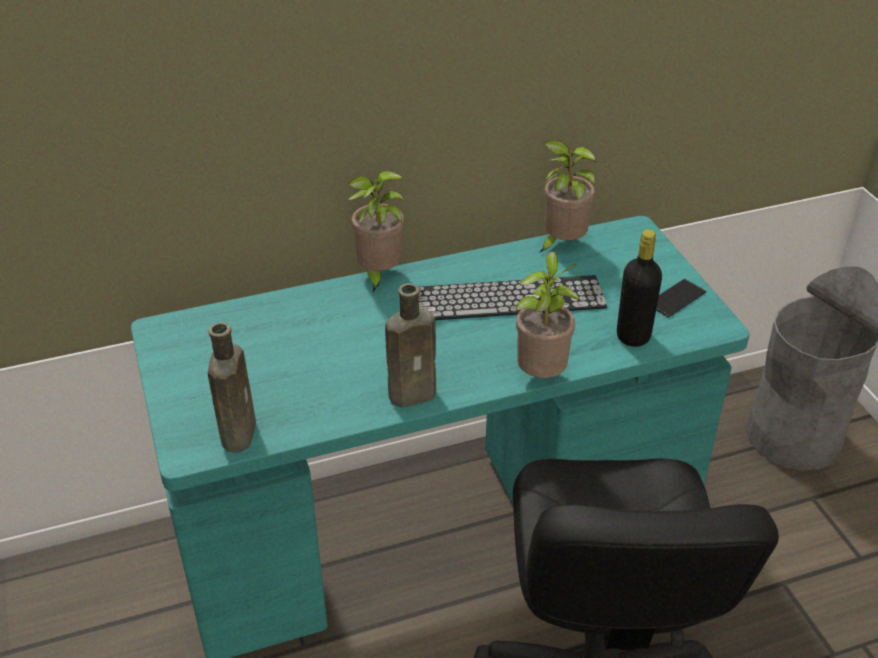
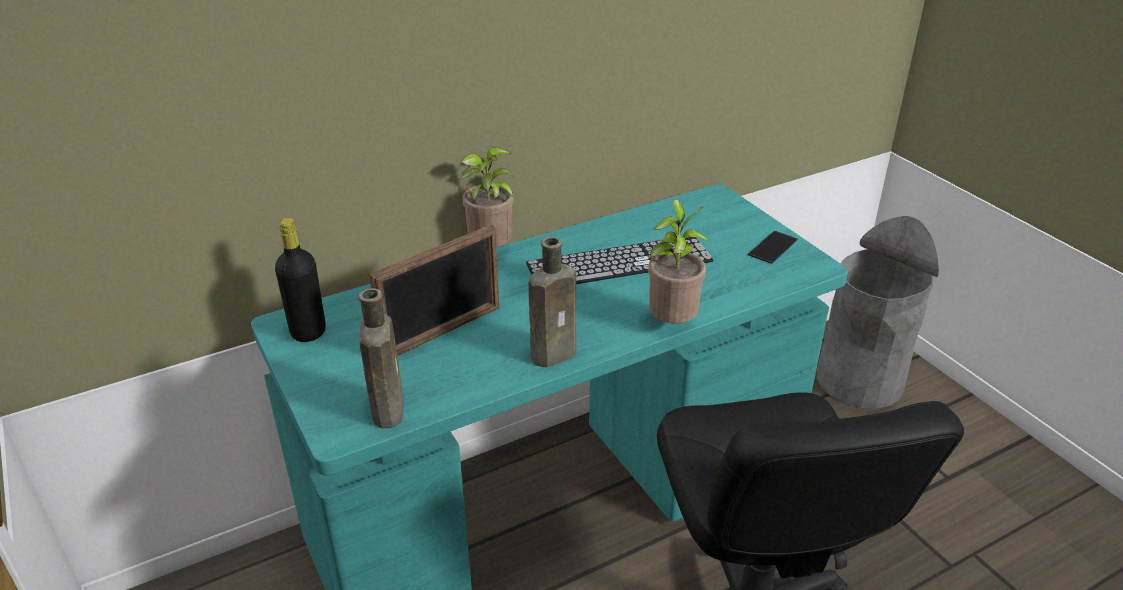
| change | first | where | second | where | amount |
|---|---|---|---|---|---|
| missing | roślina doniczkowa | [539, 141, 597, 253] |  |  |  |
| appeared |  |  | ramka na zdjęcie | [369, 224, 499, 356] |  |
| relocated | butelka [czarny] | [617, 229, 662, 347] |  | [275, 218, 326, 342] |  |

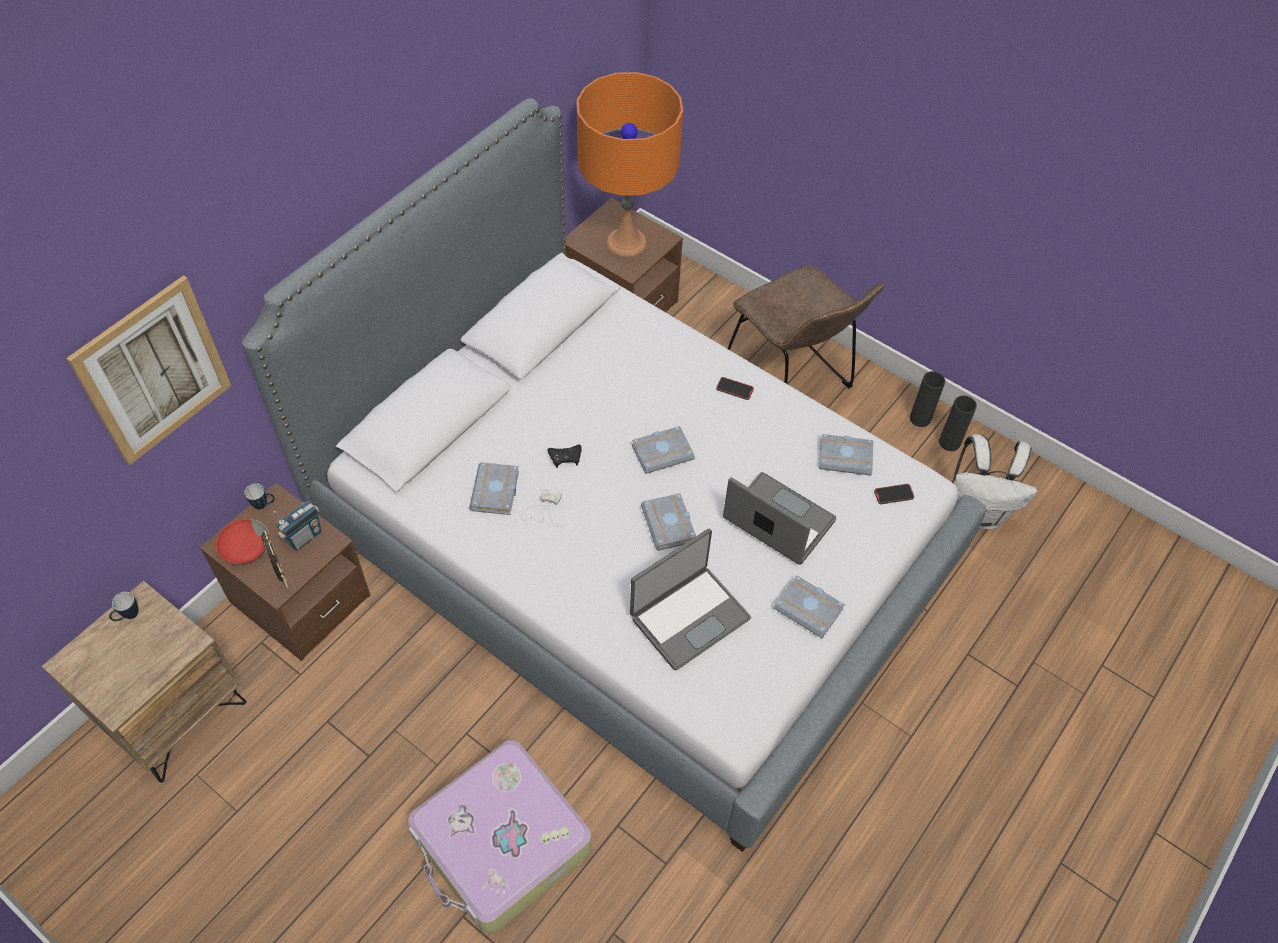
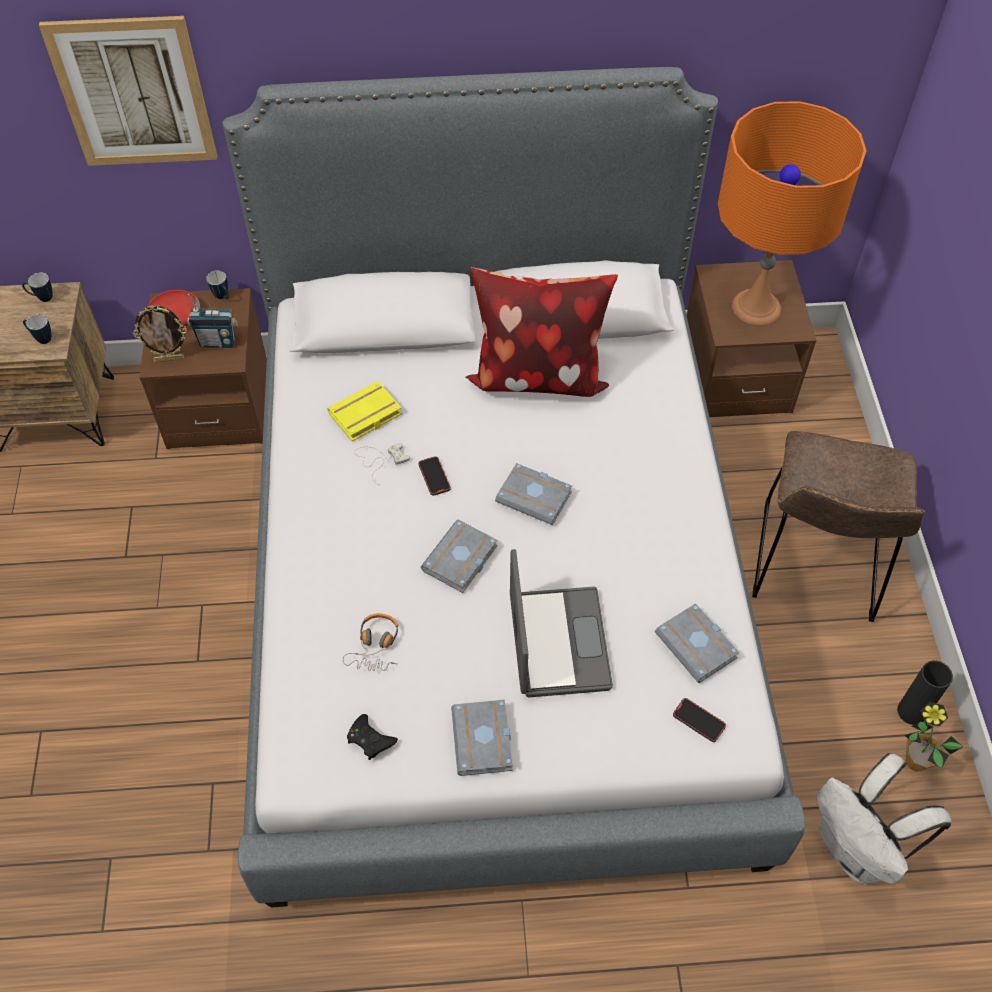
| change | first | where | second | where | amount |
|---|---|---|---|---|---|
| missing | walizka | [408, 740, 592, 934] |  |  |  |
| appeared |  |  | kubek | [23, 314, 51, 344] |  |
| appeared |  |  | poduszka | [466, 267, 618, 397] |  |
| relocated | pad do gier [czarny] | [547, 445, 582, 468] |  | [347, 714, 398, 760] |  |
| relocated | telefon | [716, 377, 754, 400] |  | [418, 456, 451, 496] |  |
| exchanged | laptop | [630, 528, 751, 670] | słuchawki | [343, 613, 398, 671] |  |
| exchanged | wazon [czarny] | [939, 395, 977, 451] | roślina doniczkowa | [905, 702, 963, 772] |  |
| colour | książka [szary] | [469, 462, 519, 515] | książka [żółty] | [327, 381, 402, 442] |  |
| spun | ramka na zdjęcie | [261, 531, 289, 589] |  | [133, 305, 187, 362] | 60 degrees clockwise |

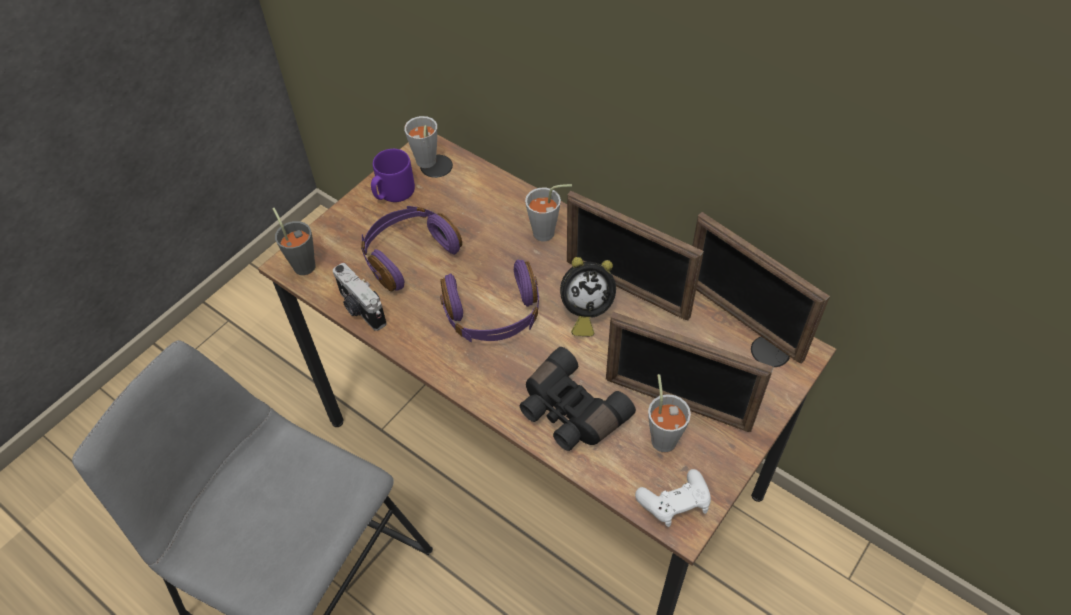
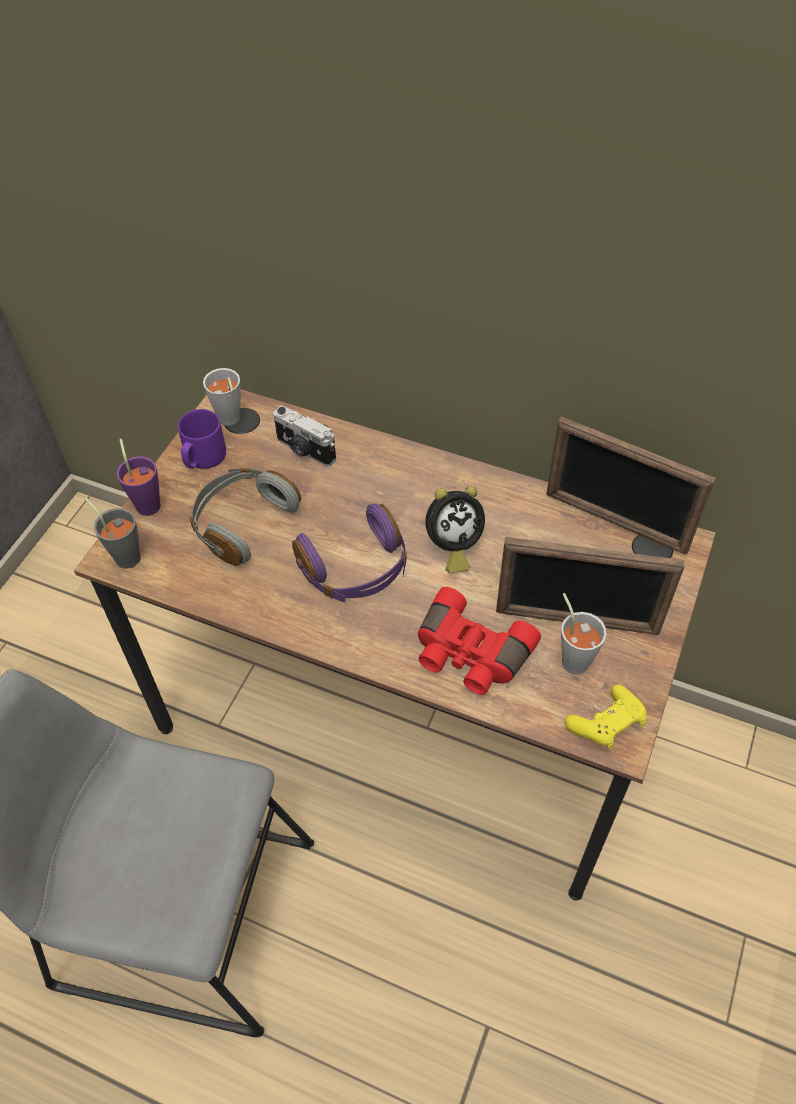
| change | first | where | second | where | amount |
|---|---|---|---|---|---|
| missing | filiżanka [szary] | [525, 184, 572, 241] |  |  |  |
| missing | ramka na zdjęcie | [567, 191, 704, 321] |  |  |  |
| appeared |  |  | filiżanka [fioletowy] | [116, 439, 161, 516] |  |
| relocated | aparat fotograficzny | [333, 263, 387, 331] |  | [273, 406, 336, 467] |  |
| colour | słuchawki [fioletowy] | [361, 206, 462, 291] | słuchawki [szary] | [187, 468, 301, 566] |  |
| colour | lornetka [czarny] | [520, 347, 636, 451] | lornetka [czerwony] | [418, 587, 541, 695] |  |
| colour | pad do gier [biały] | [635, 469, 711, 527] | pad do gier [żółty] | [565, 684, 647, 749] |  |

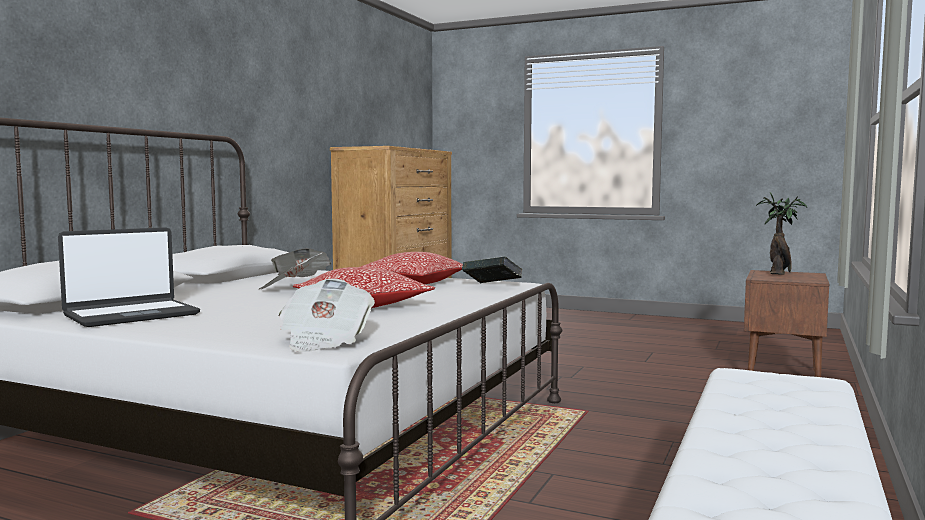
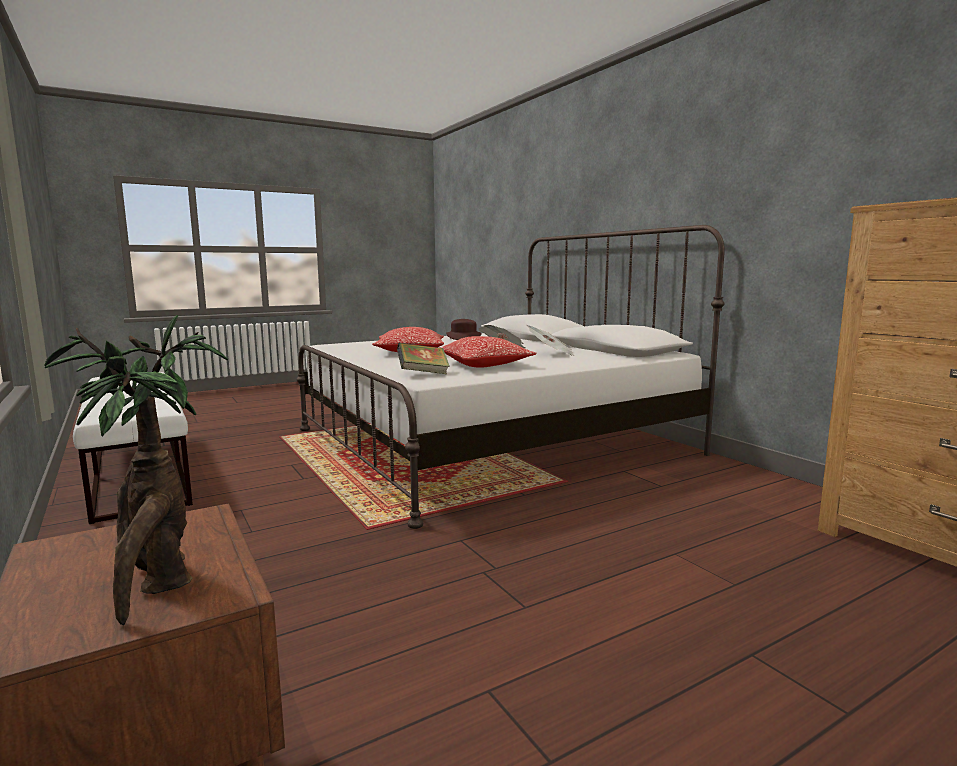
| change | first | where | second | where | amount |
|---|---|---|---|---|---|
| missing | gazeta | [279, 279, 375, 352] |  |  |  |
| exchanged | laptop | [58, 227, 200, 327] | kapelusz [brązowy] | [446, 319, 481, 340] |  |

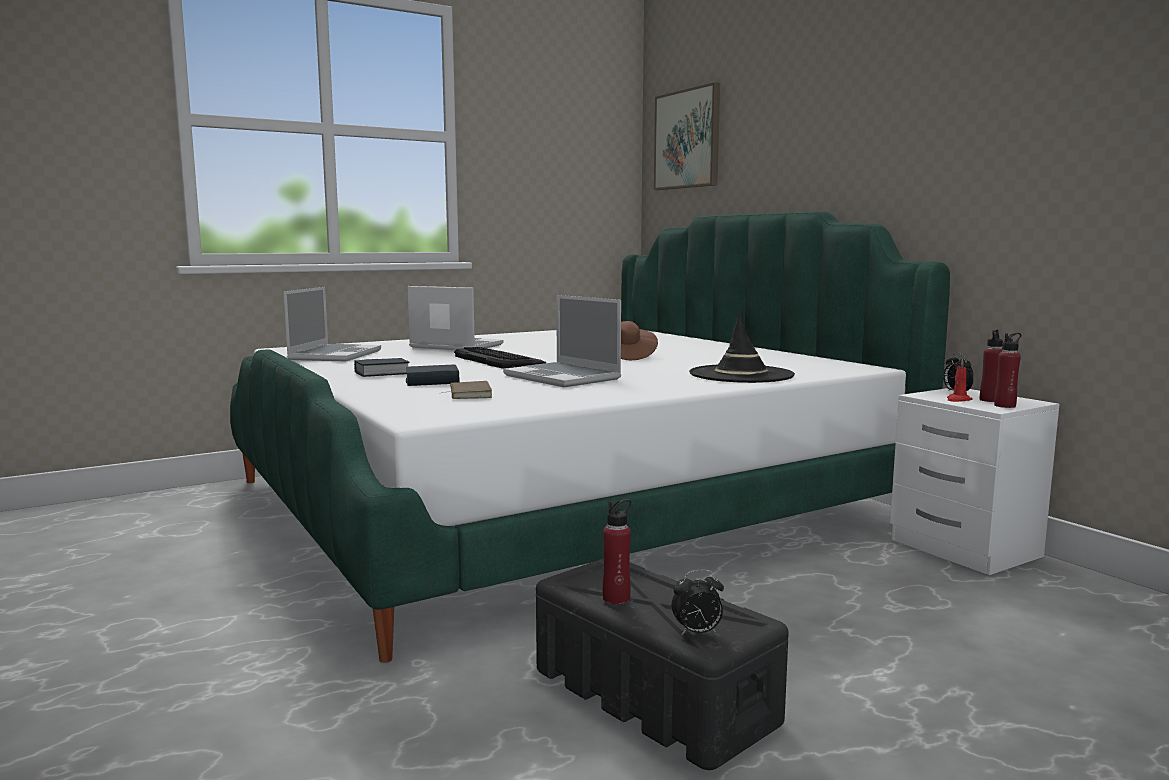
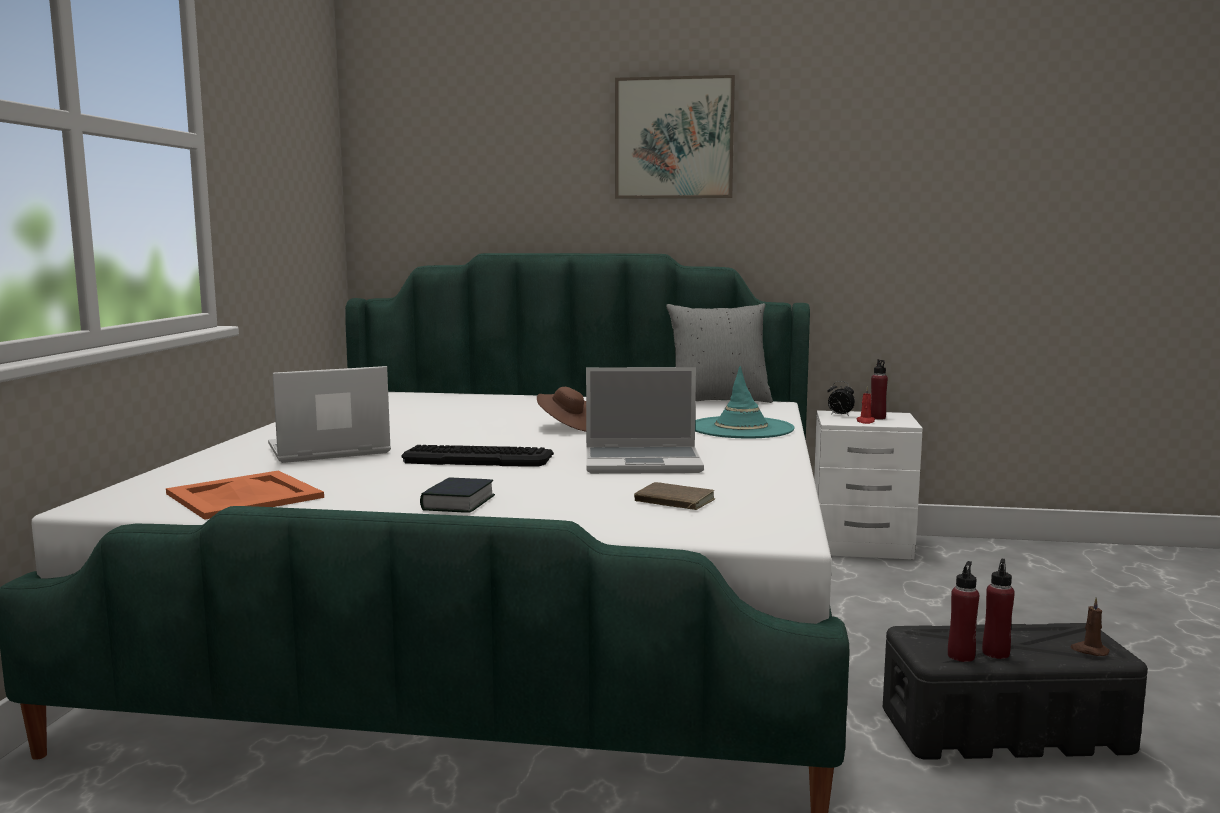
| change | first | where | second | where | amount |
|---|---|---|---|---|---|
| missing | książka | [406, 364, 459, 386] |  |  |  |
| appeared |  |  | poduszka [szary] | [666, 303, 773, 403] |  |
| relocated | obraz | [654, 82, 720, 190] |  | [615, 75, 735, 199] |  |
| relocated | butelka [czerwony] | [994, 333, 1022, 408] |  | [948, 561, 979, 662] |  |
| exchanged | laptop | [283, 287, 381, 361] | taca [pomarańczowy] | [166, 471, 324, 520] |  |
| exchanged | budzik | [672, 569, 724, 635] | świeca [brązowy] | [1070, 598, 1110, 656] |  |
| colour | kapelusz [czarny] | [689, 312, 795, 383] | kapelusz [turkusowy] | [695, 366, 795, 439] |  |

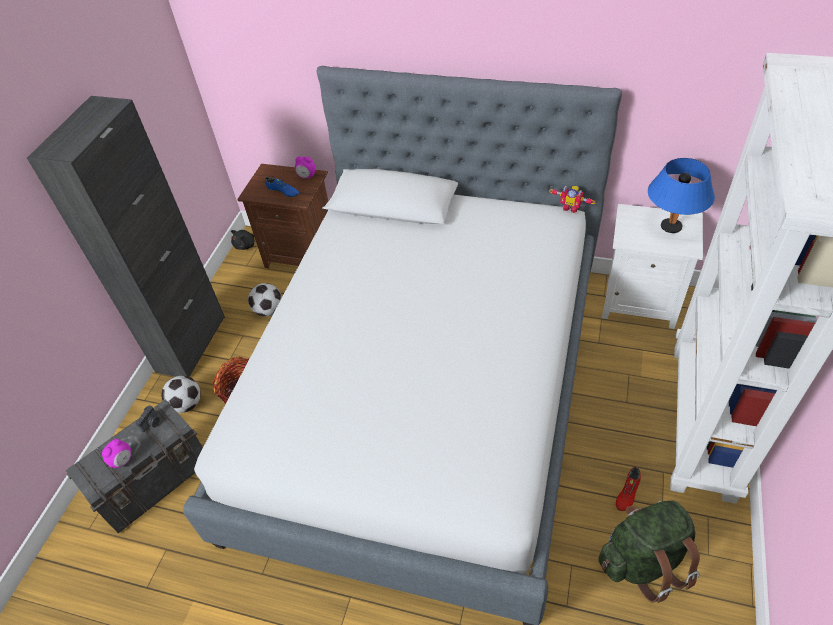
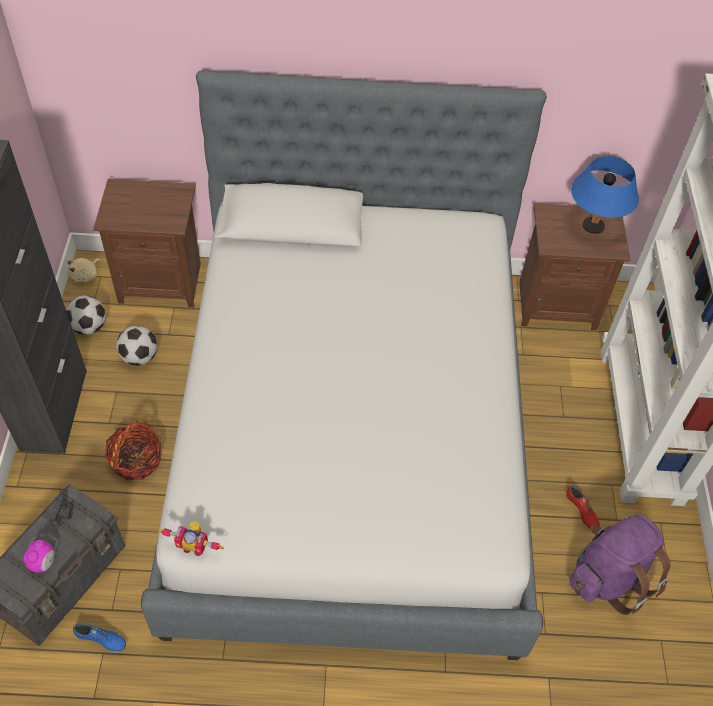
| change | first | where | second | where | amount |
|---|---|---|---|---|---|
| missing | budzik | [295, 157, 316, 178] |  |  |  |
| relocated | piłka futbolowa | [161, 376, 201, 413] |  | [66, 296, 106, 335] |  |
| relocated | but [niebieski] | [265, 177, 299, 198] |  | [73, 623, 126, 651] |  |
| relocated | robot zabawkowy | [549, 186, 595, 213] |  | [158, 521, 224, 556] |  |
| colour | pluszak [czarny] | [231, 230, 256, 250] | pluszak [beżowy] | [67, 258, 100, 283] |  |
| colour | plecak [zielony] | [599, 501, 700, 603] | plecak [fioletowy] | [569, 514, 671, 615] |  |
| colour | szafka nocna [biały] | [602, 204, 703, 329] | szafka nocna [brązowy] | [519, 203, 630, 331] |  |
| spun | but [czerwony] | [616, 466, 641, 511] |  | [566, 485, 600, 529] | 45 degrees counterclockwise |

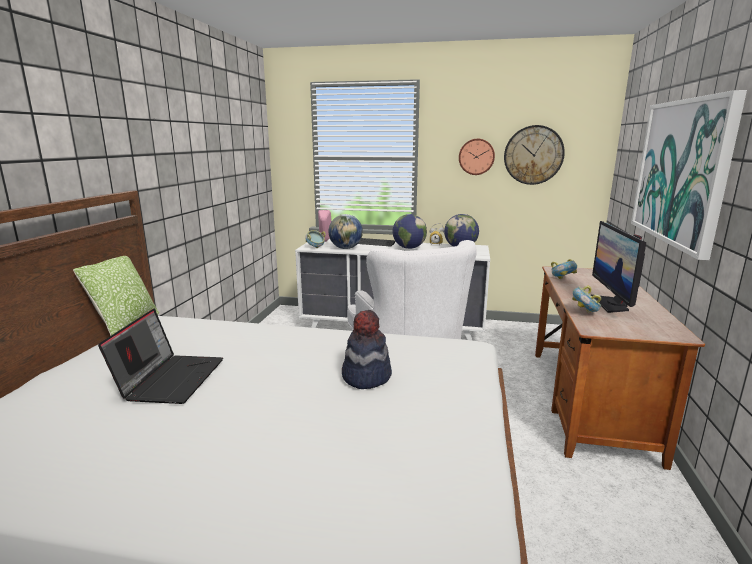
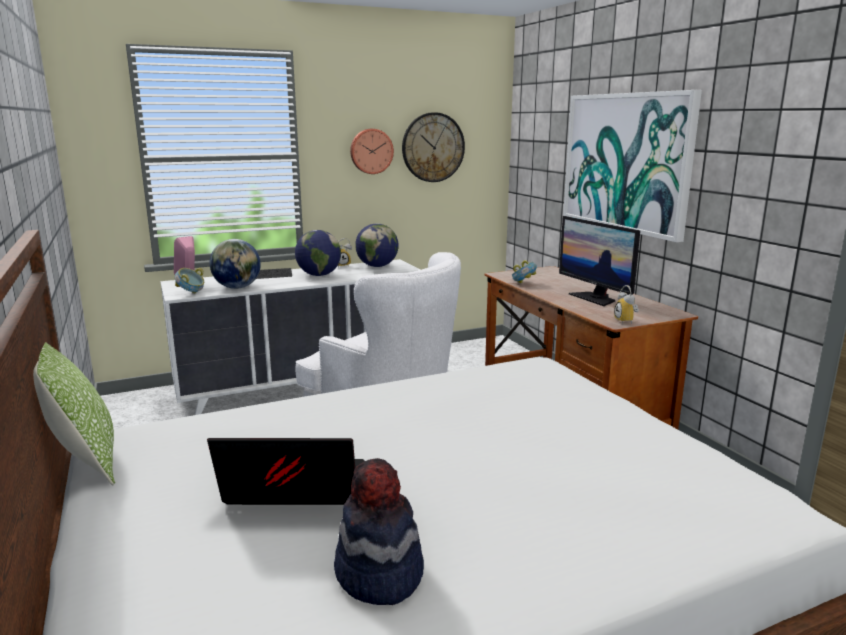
| change | first | where | second | where | amount |
|---|---|---|---|---|---|
| missing | miska | [572, 285, 601, 313] |  |  |  |
| appeared |  |  | budzik | [614, 285, 639, 324] |  |
| relocated | kapelusz | [342, 310, 392, 389] |  | [334, 458, 424, 605] |  |
| spun | laptop | [98, 309, 223, 404] |  | [207, 438, 365, 505] | 60 degrees counterclockwise |

